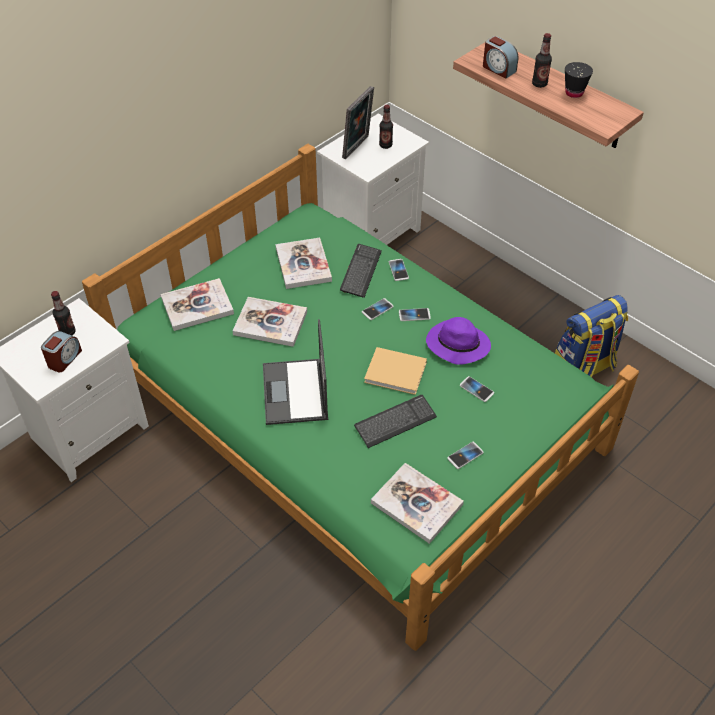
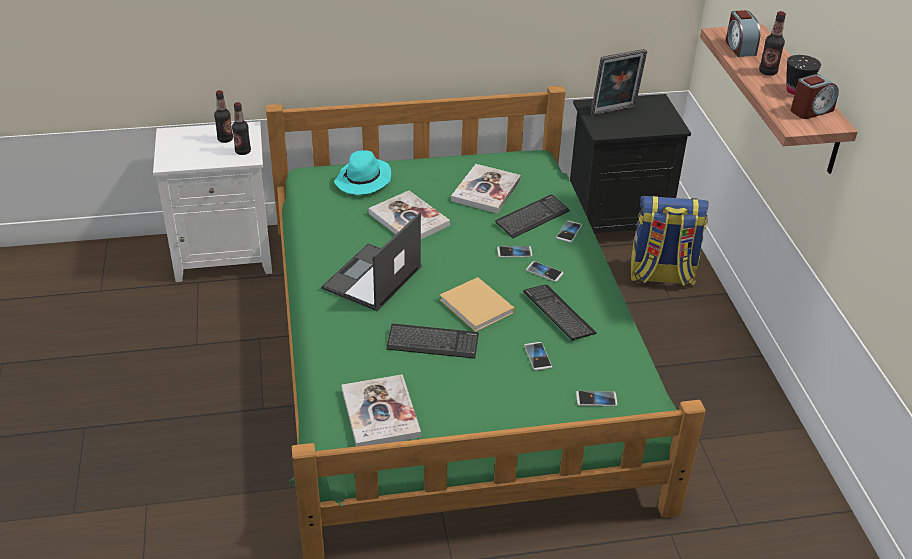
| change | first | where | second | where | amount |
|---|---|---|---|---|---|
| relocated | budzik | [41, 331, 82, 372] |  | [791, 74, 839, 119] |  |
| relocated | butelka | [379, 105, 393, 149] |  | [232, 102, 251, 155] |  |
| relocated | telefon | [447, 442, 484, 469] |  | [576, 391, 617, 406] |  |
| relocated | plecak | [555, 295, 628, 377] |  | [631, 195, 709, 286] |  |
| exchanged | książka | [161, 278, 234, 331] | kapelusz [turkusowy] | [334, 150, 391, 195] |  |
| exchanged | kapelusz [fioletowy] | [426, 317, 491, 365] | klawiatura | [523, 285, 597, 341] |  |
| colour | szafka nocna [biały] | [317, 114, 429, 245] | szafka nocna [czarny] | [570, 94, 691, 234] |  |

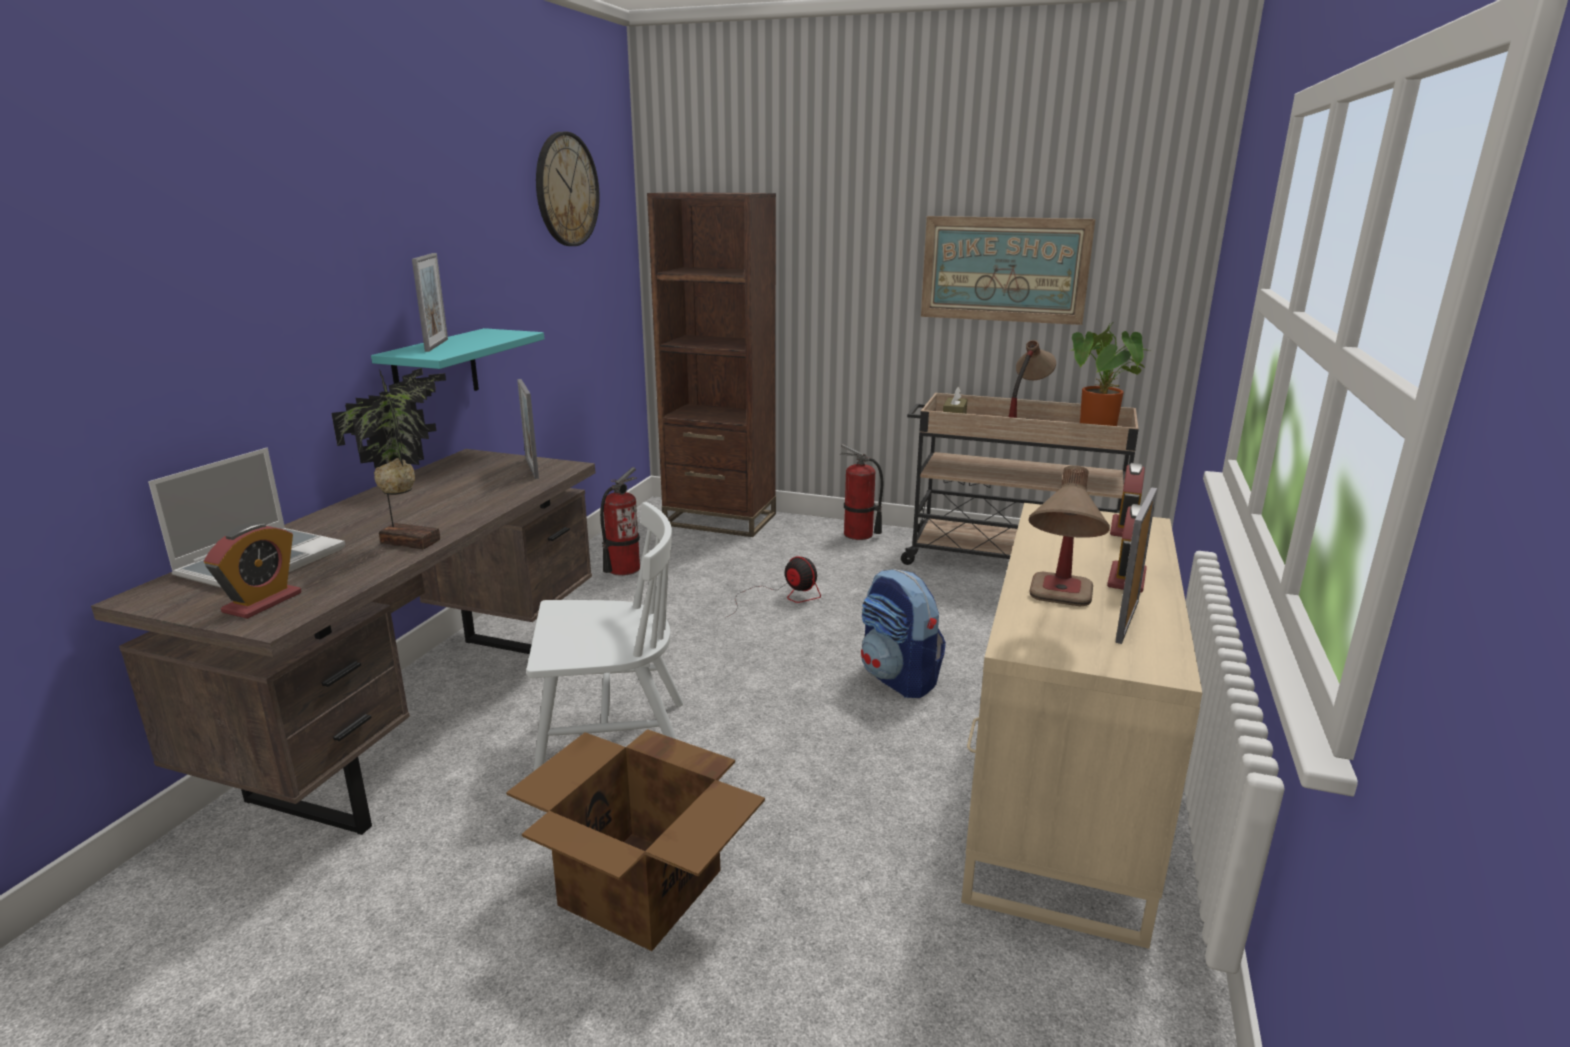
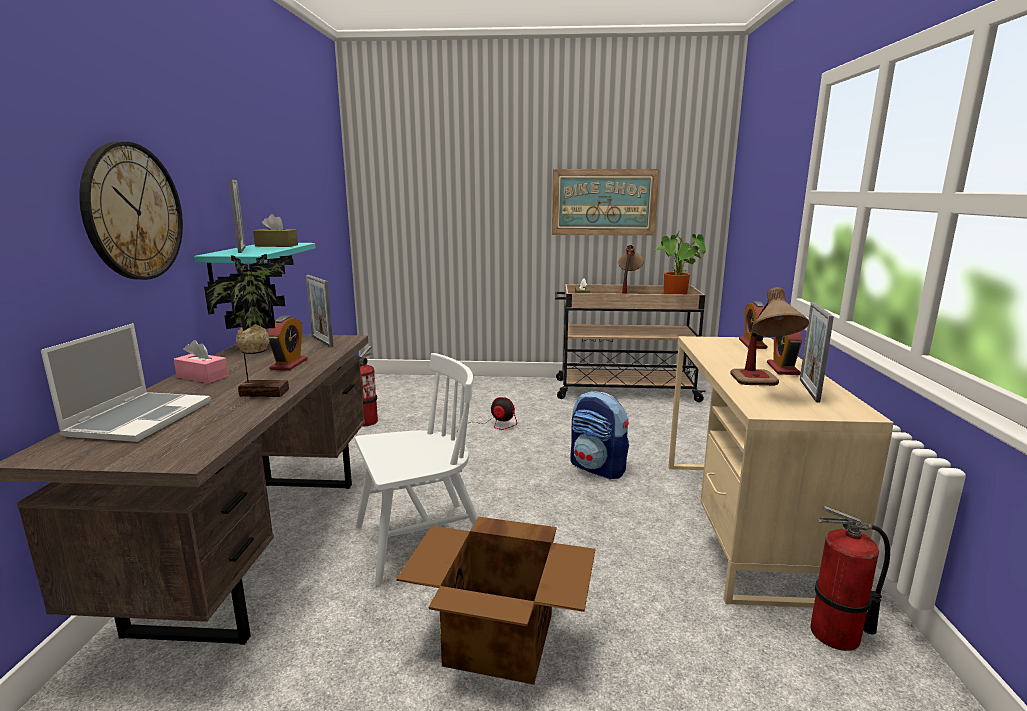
| change | first | where | second | where | amount |
|---|---|---|---|---|---|
| missing | regał [brązowy] | [647, 192, 776, 537] |  |  |  |
| appeared |  |  | pudełko chusteczek [różowy] | [174, 340, 229, 383] |  |
| appeared |  |  | pudełko chusteczek [brązowy] | [253, 214, 298, 247] |  |
| relocated | budzik | [204, 522, 301, 619] |  | [268, 316, 308, 371] |  |
| relocated | zegar ścienny | [536, 132, 600, 246] |  | [79, 141, 183, 280] |  |
| relocated | gaśnica | [840, 444, 883, 540] |  | [811, 505, 890, 651] |  |

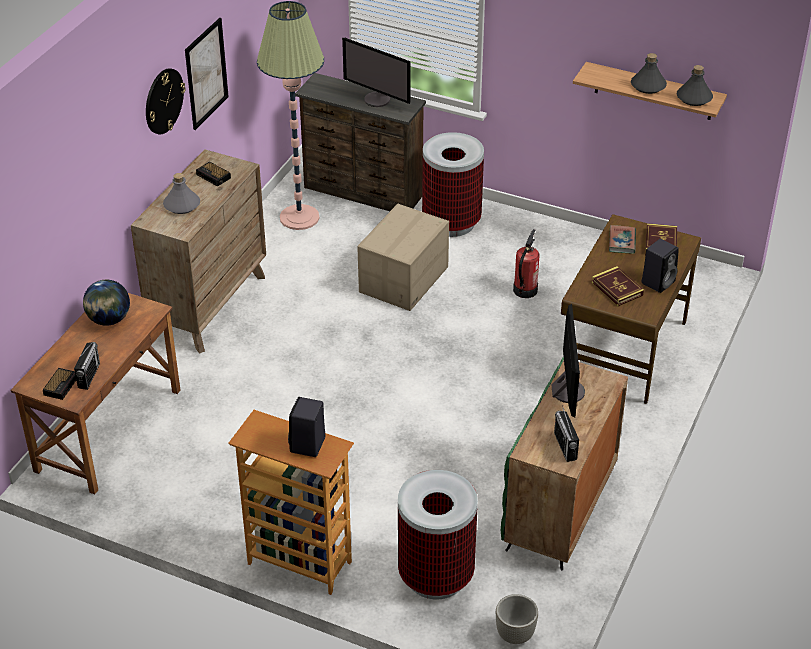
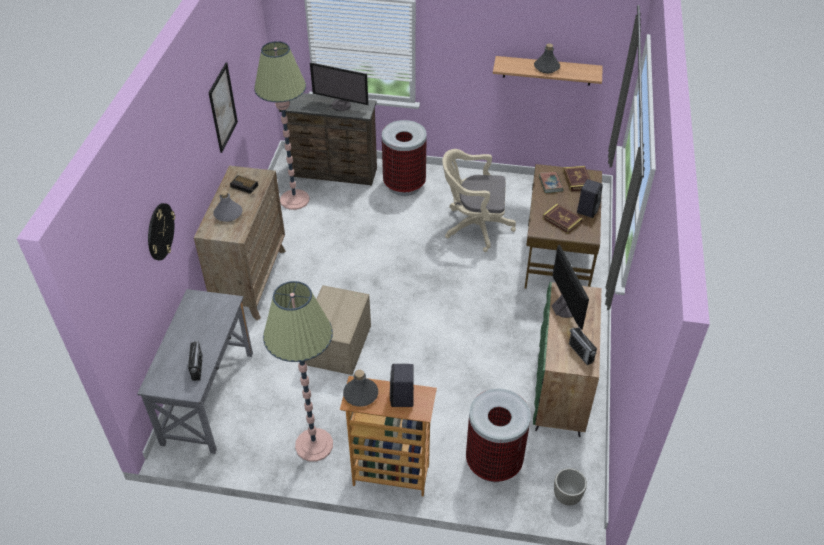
| change | first | where | second | where | amount |
|---|---|---|---|---|---|
| missing | budzik | [43, 368, 76, 400] |  |  |  |
| missing | globus | [83, 280, 130, 326] |  |  |  |
| appeared |  |  | lampa stojąca | [263, 281, 333, 462] |  |
| relocated | zegar ścienny | [146, 68, 185, 134] |  | [148, 203, 175, 260] |  |
| relocated | karton | [357, 204, 449, 311] |  | [305, 285, 371, 375] |  |
| relocated | butelka [szary] | [677, 65, 713, 106] |  | [343, 370, 378, 407] |  |
| exchanged | gaśnica | [513, 229, 540, 298] | krzesło biurowe [beżowy] | [442, 149, 516, 252] |  |
| colour | biurko [brązowy] | [11, 293, 180, 494] | biurko [szary] | [137, 289, 253, 454] |  |

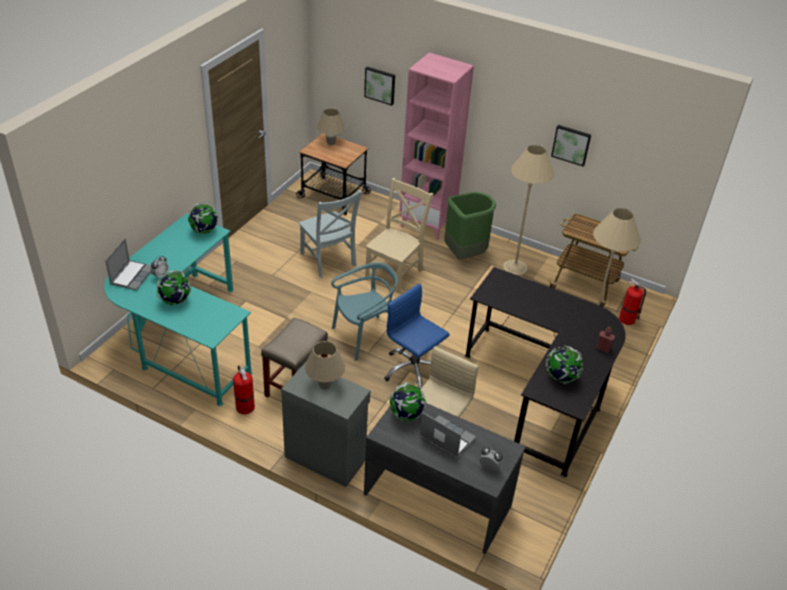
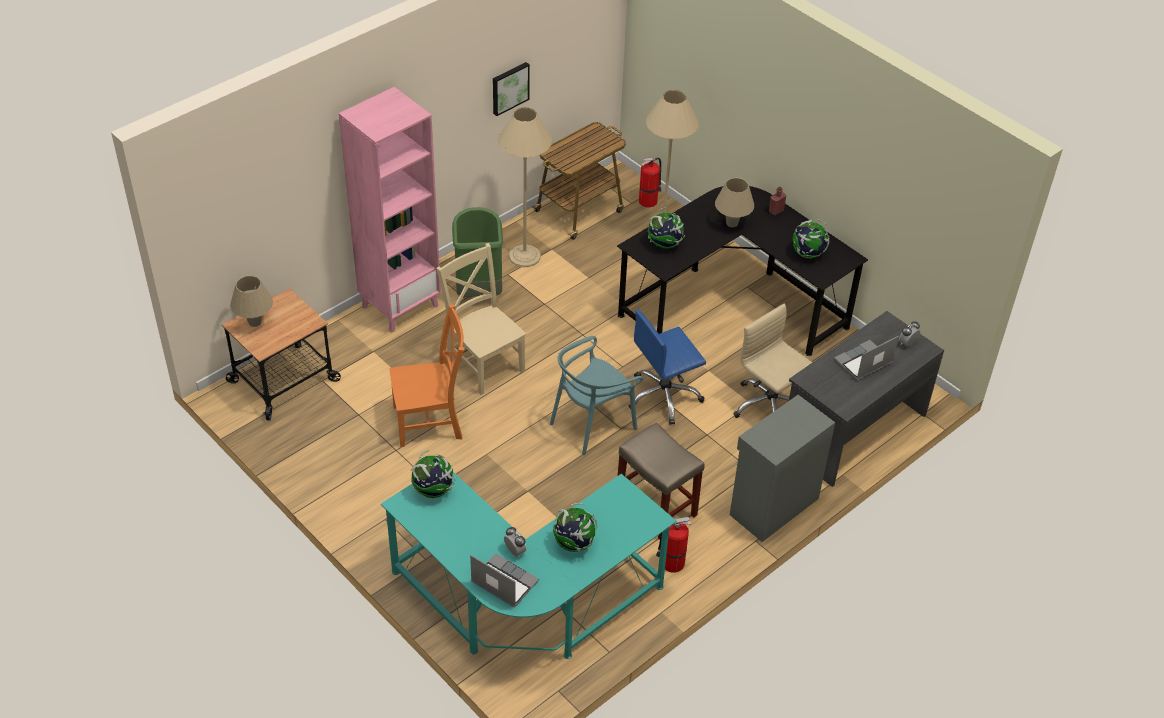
| change | first | where | second | where | amount |
|---|---|---|---|---|---|
| missing | obraz | [364, 67, 395, 106] |  |  |  |
| relocated | lampa stołowa [beżowy] | [305, 341, 345, 390] |  | [715, 178, 754, 227] |  |
| relocated | globus | [390, 382, 426, 422] |  | [648, 207, 685, 249] |  |
| colour | krzesło [szary] | [299, 190, 362, 278] | krzesło [pomarańczowy] | [390, 304, 465, 447] |  |
| spun | krzesło [turkusowy] | [331, 262, 397, 361] |  | [550, 336, 643, 455] | 120 degrees counterclockwise |

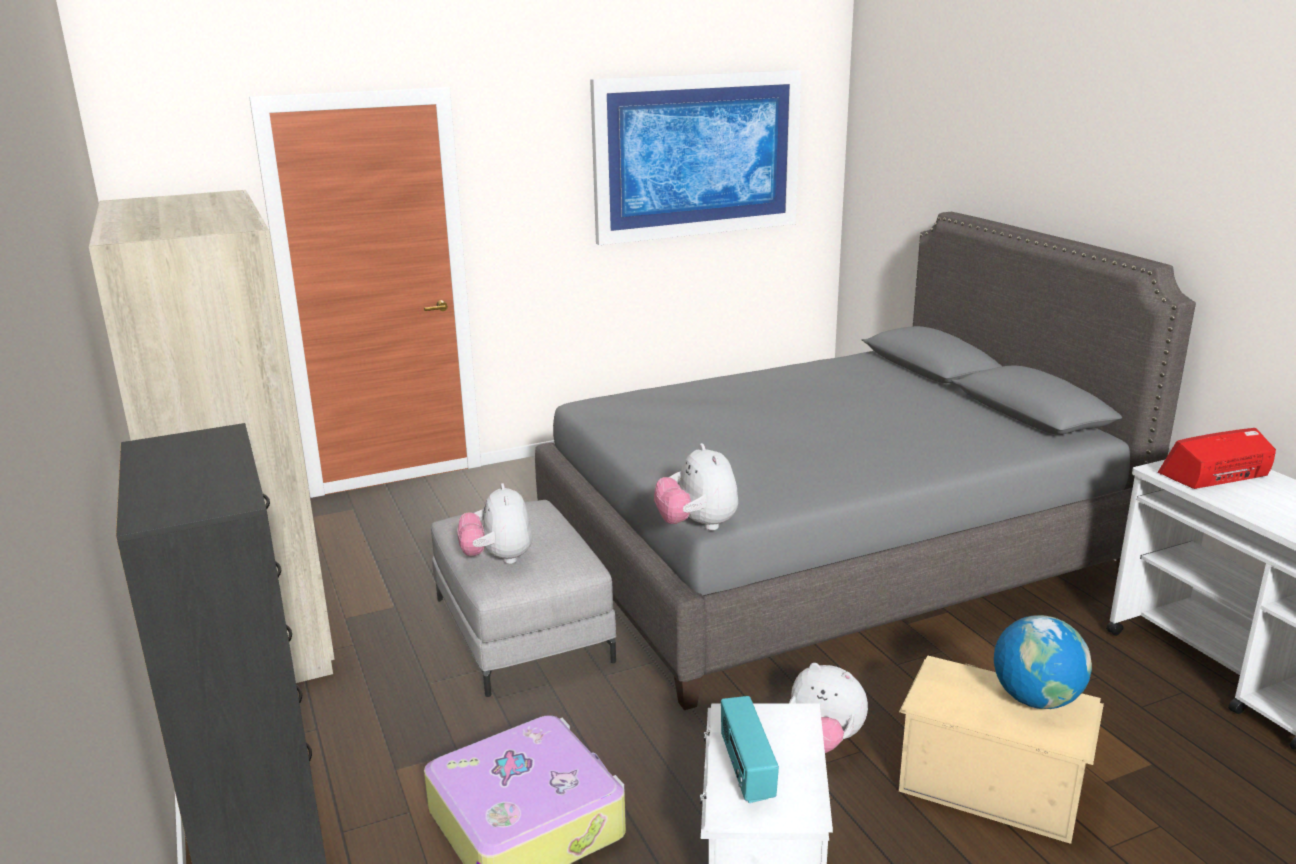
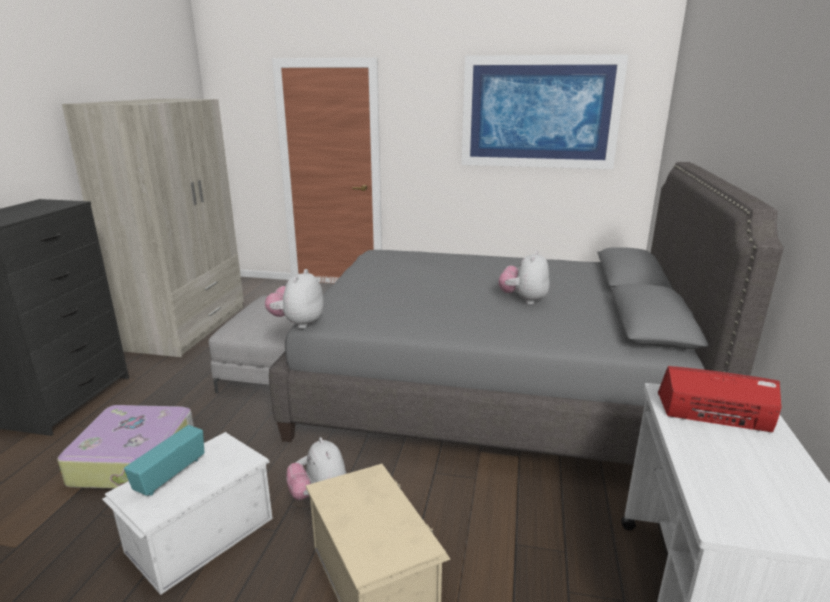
| change | first | where | second | where | amount |
|---|---|---|---|---|---|
| missing | globus | [994, 615, 1092, 709] |  |  |  |
| relocated | pluszak | [457, 483, 533, 564] |  | [499, 250, 550, 304] |  |

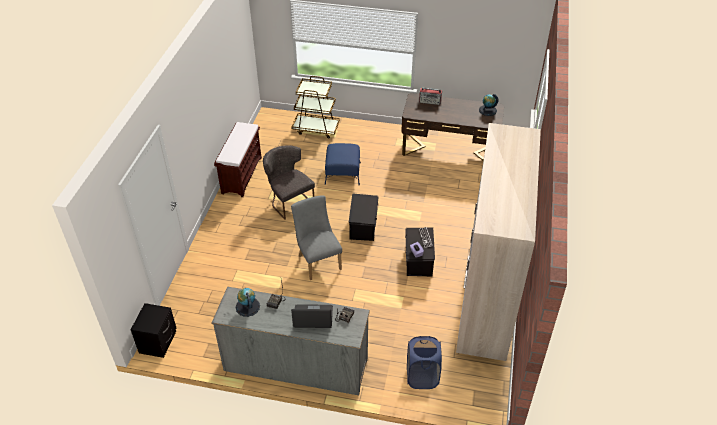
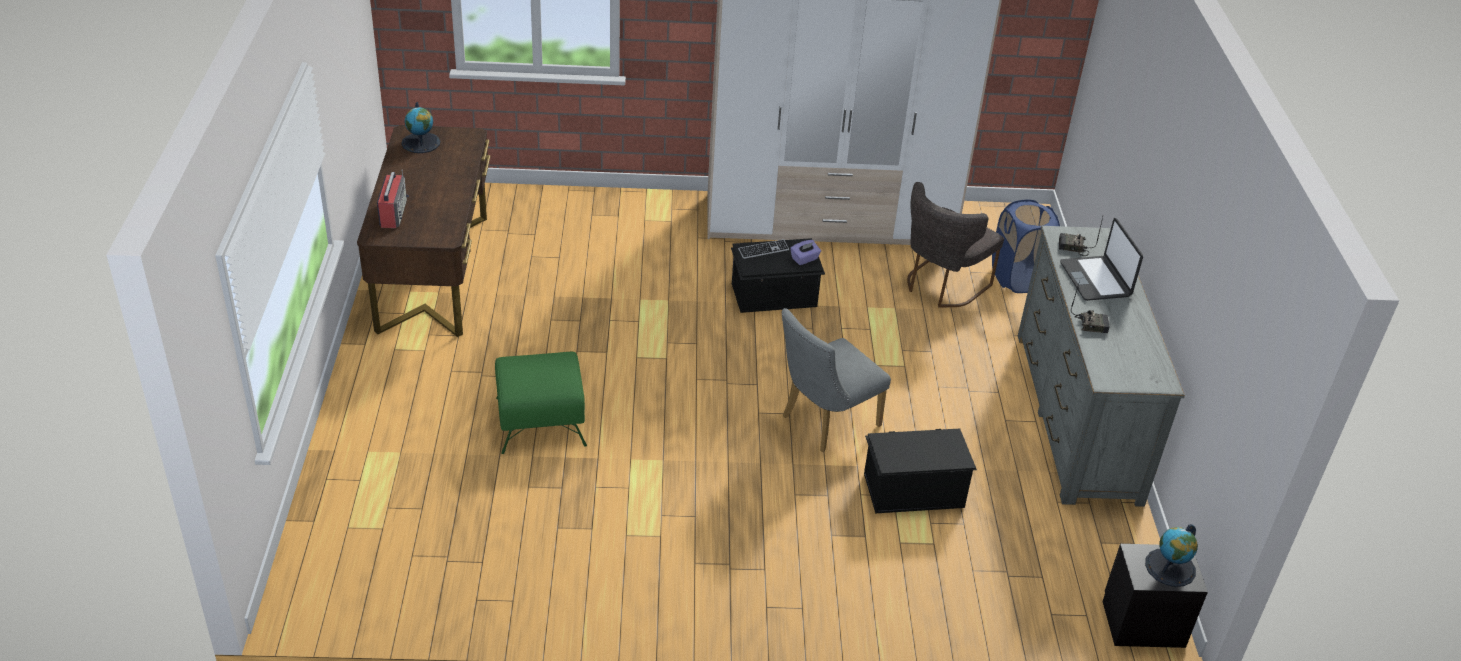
| change | first | where | second | where | amount |
|---|---|---|---|---|---|
| missing | ławka [brązowy] | [214, 122, 262, 197] |  |  |  |
| missing | wózek [brązowy] | [292, 76, 340, 139] |  |  |  |
| relocated | globus | [236, 288, 260, 317] |  | [1145, 524, 1198, 587] |  |
| relocated | krzesło [szary] | [263, 145, 315, 220] |  | [907, 182, 1004, 307] |  |
| relocated | pojemnik do przechowywania [czarny] | [349, 193, 379, 241] |  | [864, 429, 977, 514] |  |
| colour | pufa [niebieski] | [325, 143, 361, 186] | pufa [zielony] | [495, 352, 587, 454] |  |

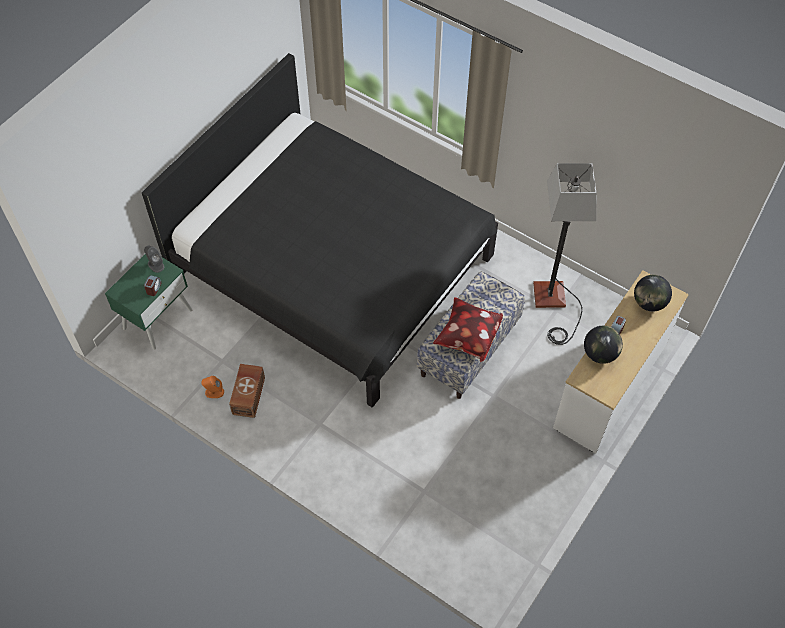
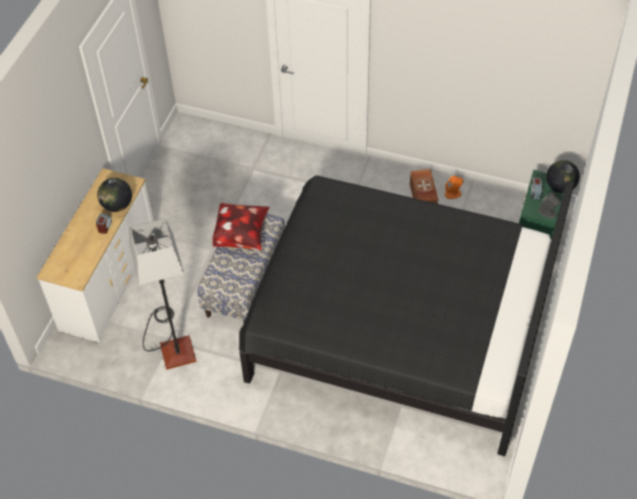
| change | first | where | second | where | amount |
|---|---|---|---|---|---|
| relocated | globus | [634, 275, 672, 311] |  | [546, 160, 580, 193] |  |

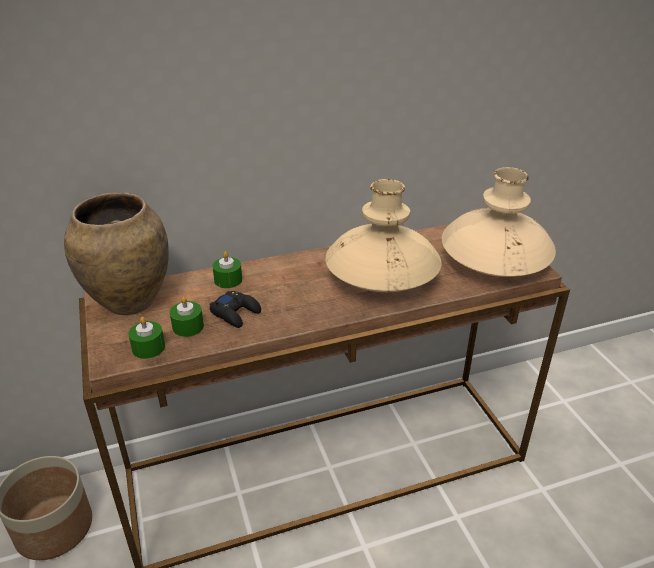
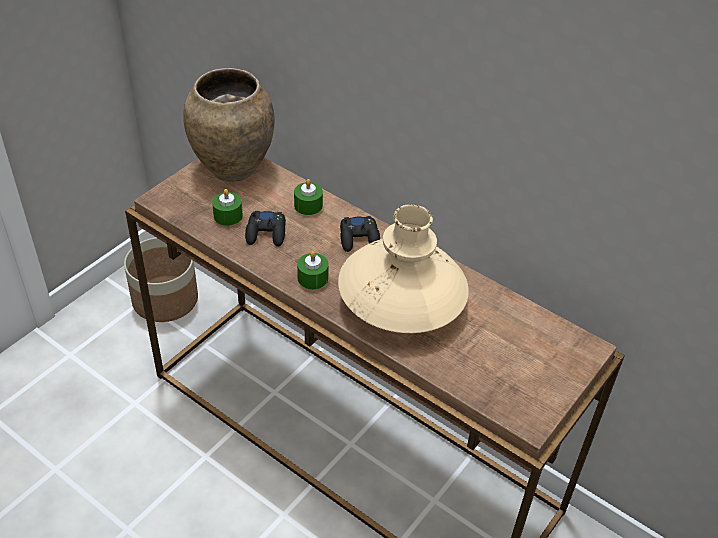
| change | first | where | second | where | amount |
|---|---|---|---|---|---|
| missing | wazon [beżowy] | [442, 167, 556, 277] |  |  |  |
| appeared |  |  | pad do gier [czarny] | [340, 216, 380, 252] |  |
| relocated | świeca [zielony] | [128, 317, 165, 359] |  | [297, 251, 329, 289] |  |

